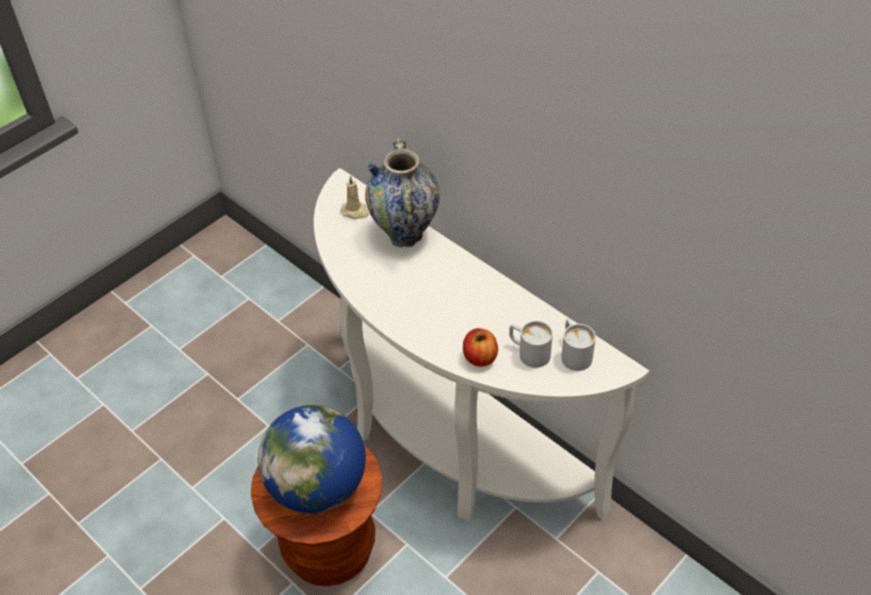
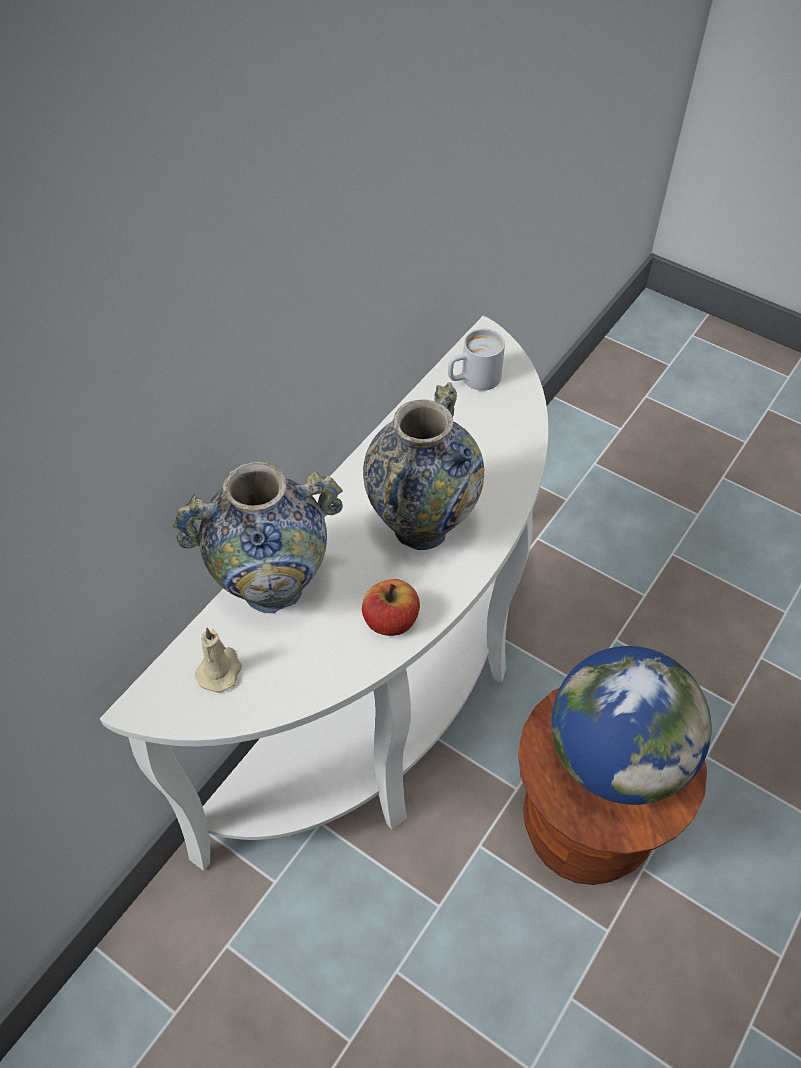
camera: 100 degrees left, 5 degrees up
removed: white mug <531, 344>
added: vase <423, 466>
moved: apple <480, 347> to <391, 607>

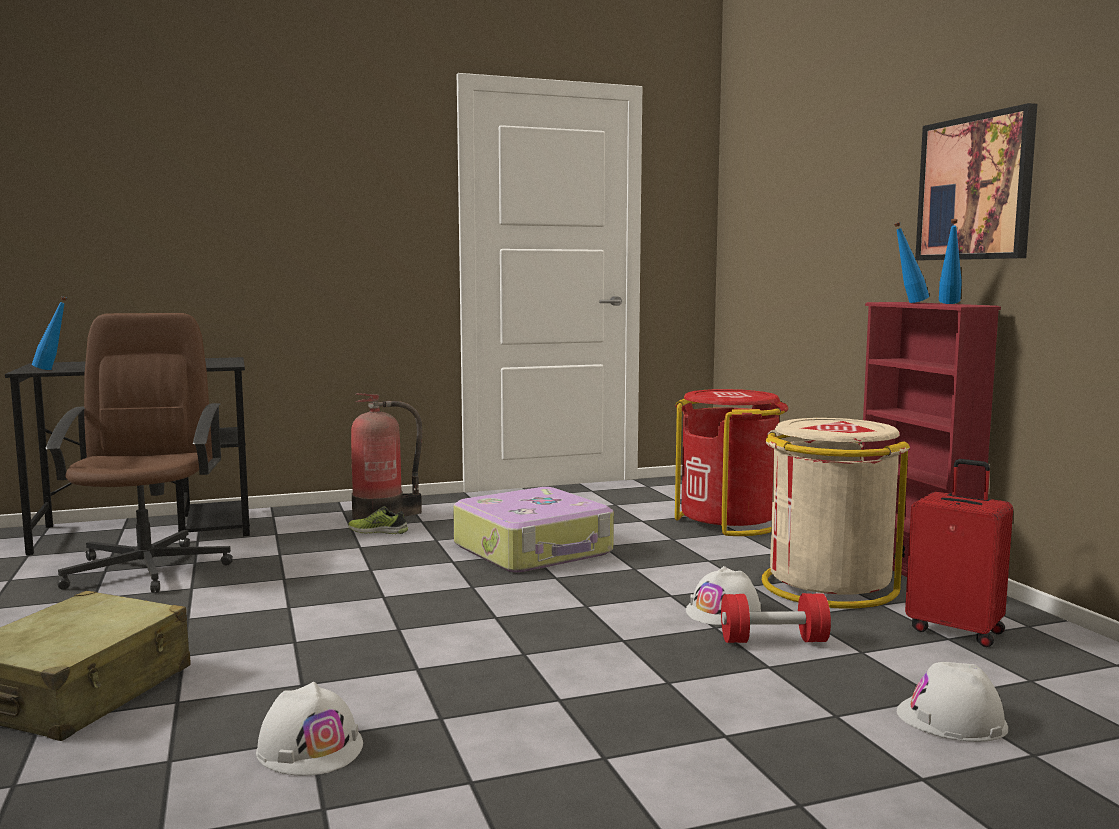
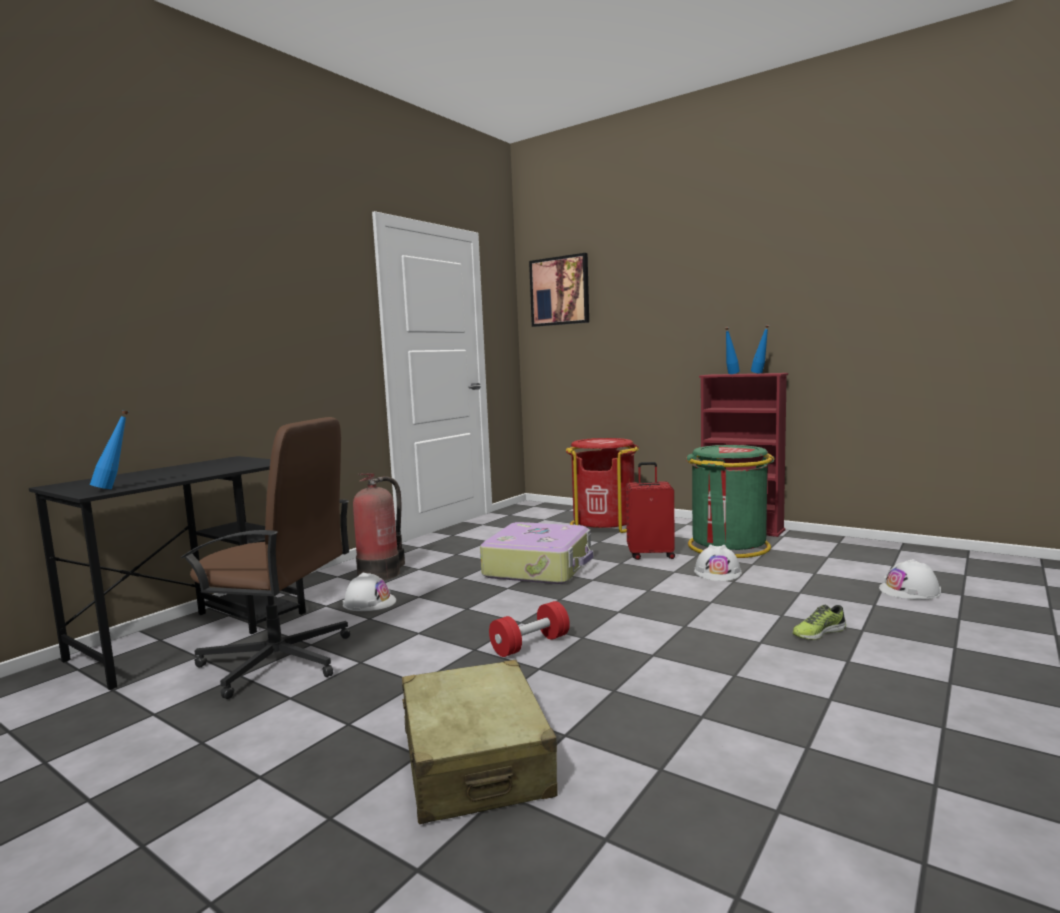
camera: 35 degrees left, 0 degrees up
moved: white hard hat <309, 729> to <369, 592>; red dumbbell <776, 618> to <529, 629>; picture <976, 181> to <559, 290>; red suitcase <959, 553> to <650, 511>; shoe <378, 520> to <819, 622>
recoloured: beige trash can <836, 513> to green trash can <730, 501>
turned: brown office chair <139, 453> = <265, 558> 150 degrees clockwise

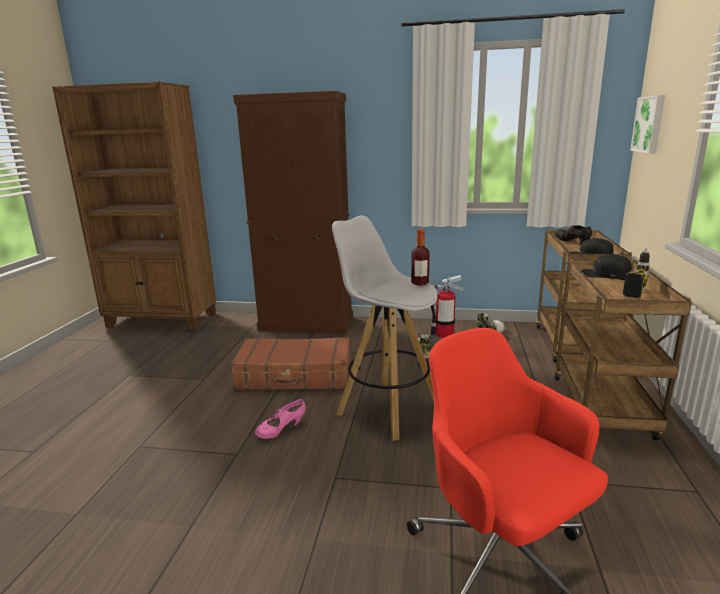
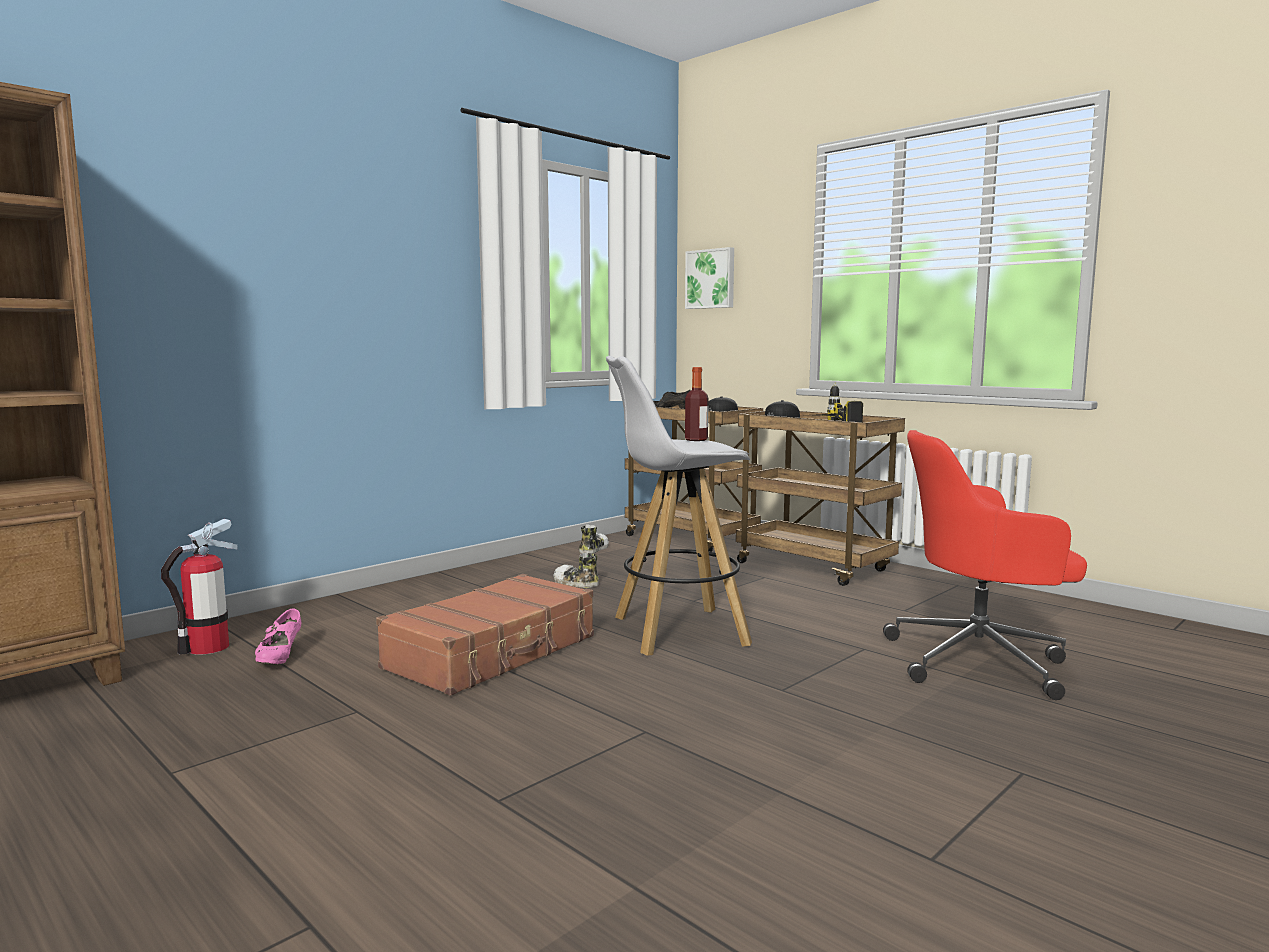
camera: 55 degrees left, 10 degrees down
removed: brown cabinet <293, 212>
moved: fire extinguisher <447, 306> to <199, 587>; pink shoe <280, 419> to <278, 636>

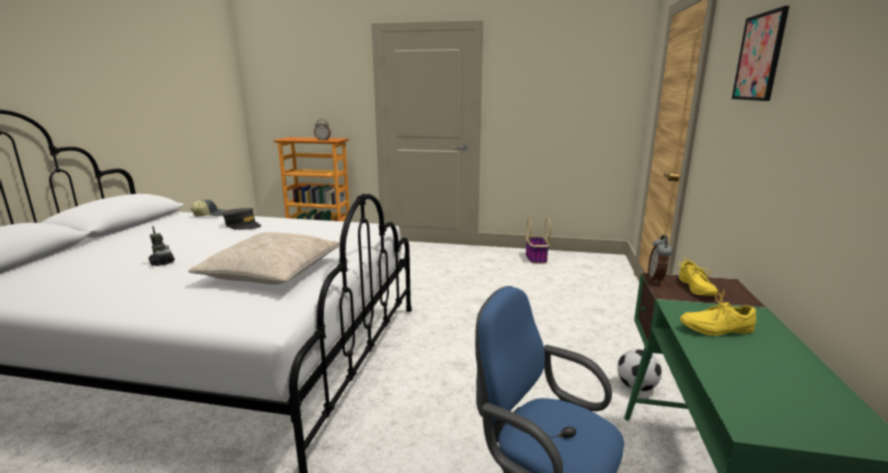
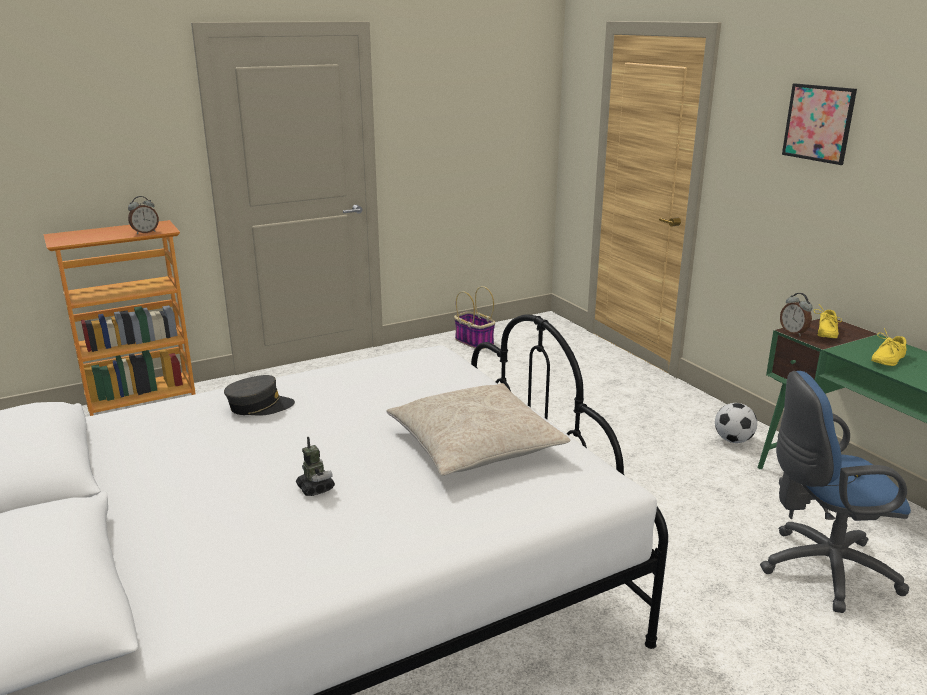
camera: 40 degrees left, 5 degrees up
removed: cap <208, 208>
turned: toy robot <161, 246> = <315, 466> 45 degrees clockwise; yellow shoe <698, 276> = <828, 322> 60 degrees clockwise

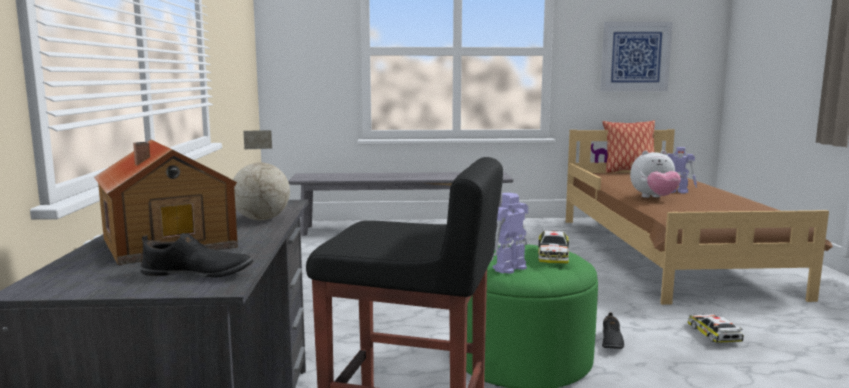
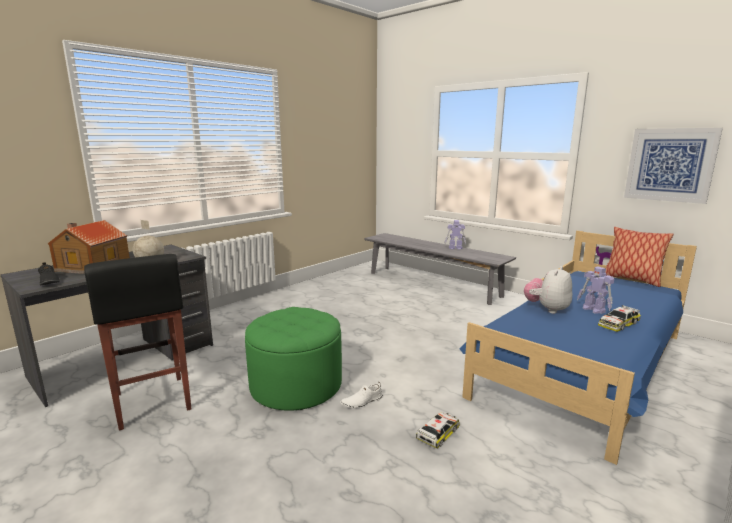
camera: 45 degrees right, 5 degrees up
moved: toy robot <509, 233> to <455, 234>; toy car <553, 246> to <619, 318>
recoloured: black shoe <613, 330> to white shoe <361, 395>; brown bed <699, 217> to blue bed <578, 348>
turned: plush toy <655, 174> = <548, 290> 90 degrees clockwise

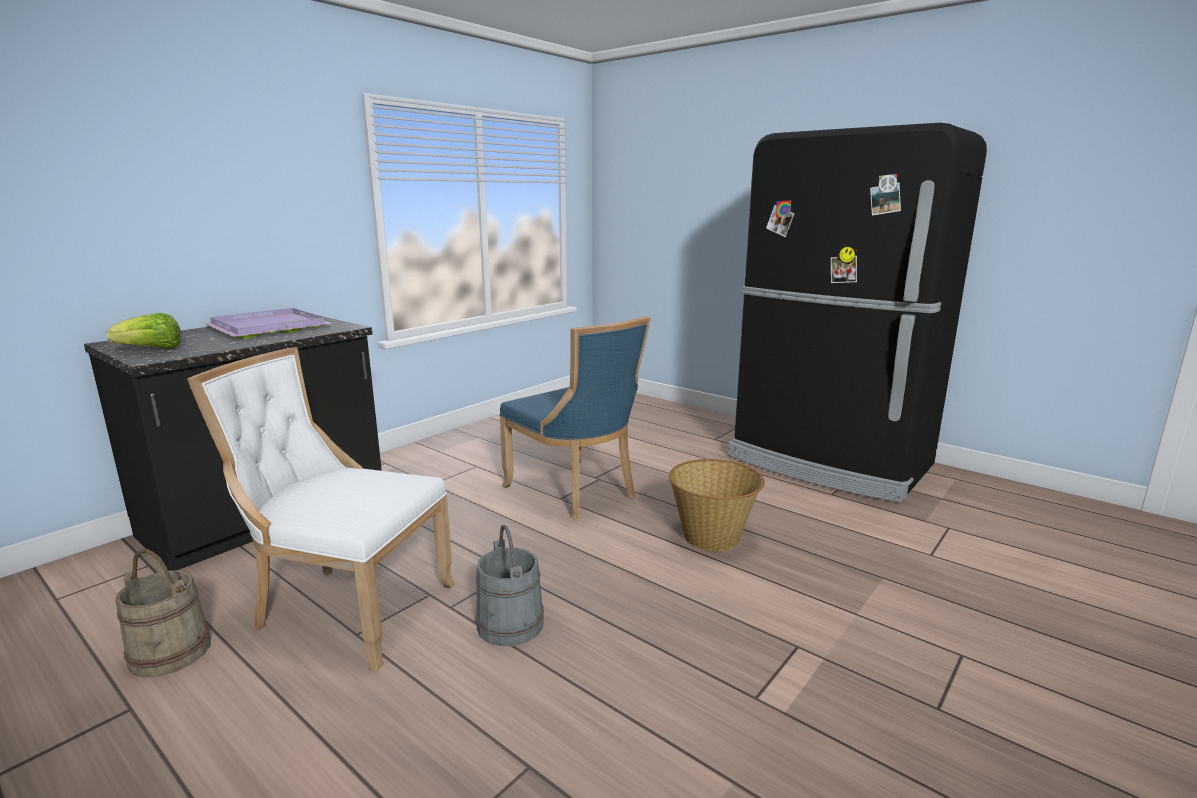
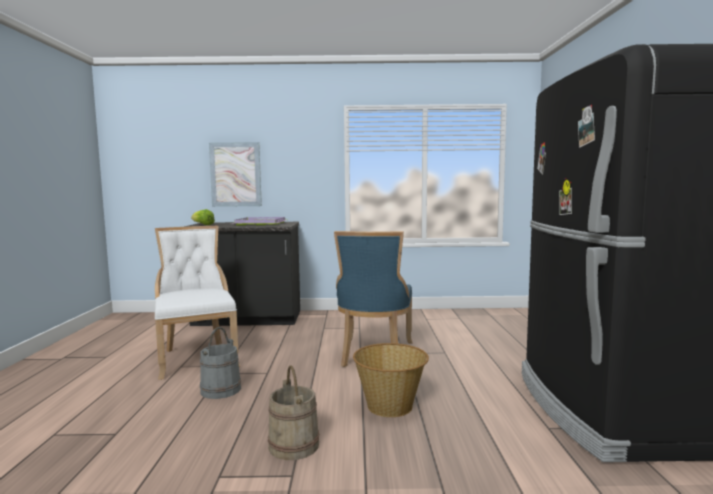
camera: 50 degrees right, 10 degrees down
added: picture <235, 174>
moved: beige bucket <163, 613> to <293, 412>

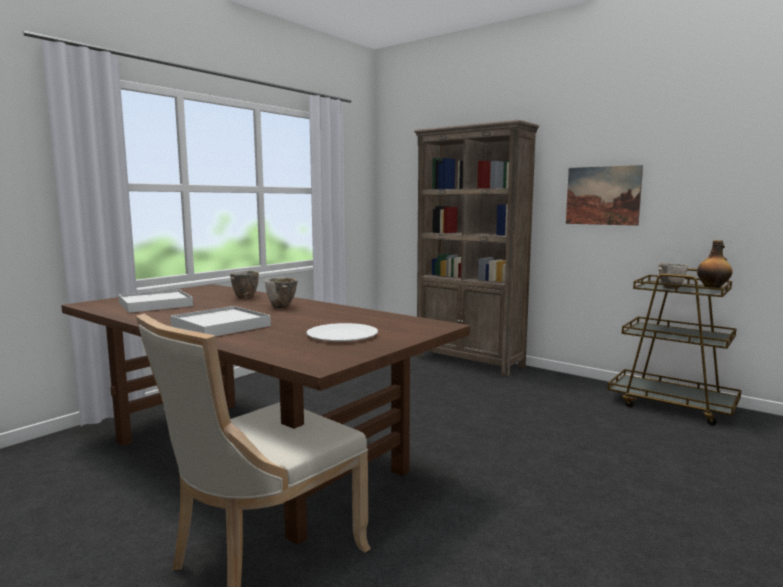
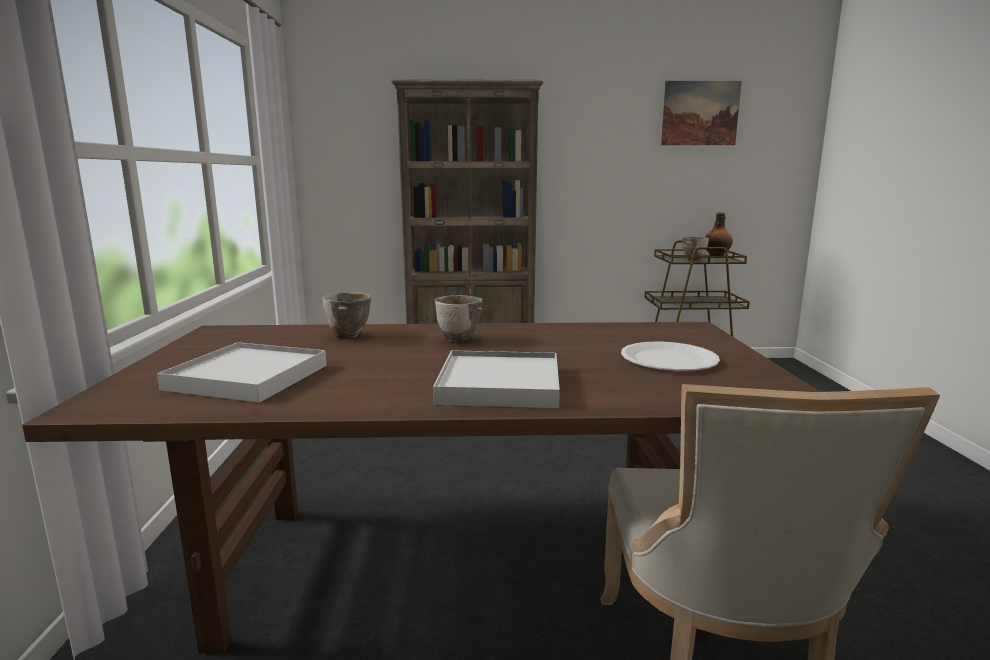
camera: 40 degrees left, 5 degrees up
moved: picture <604, 195> to <701, 113>

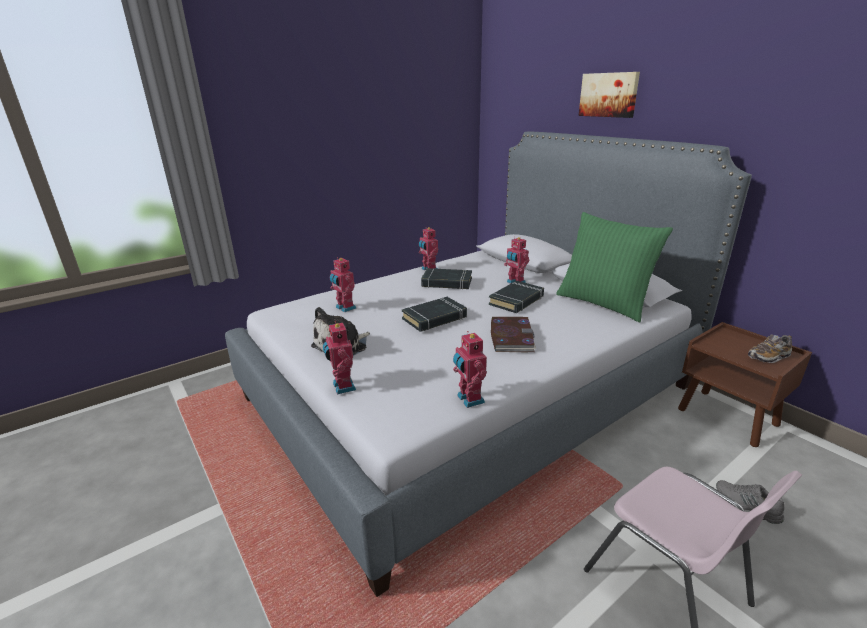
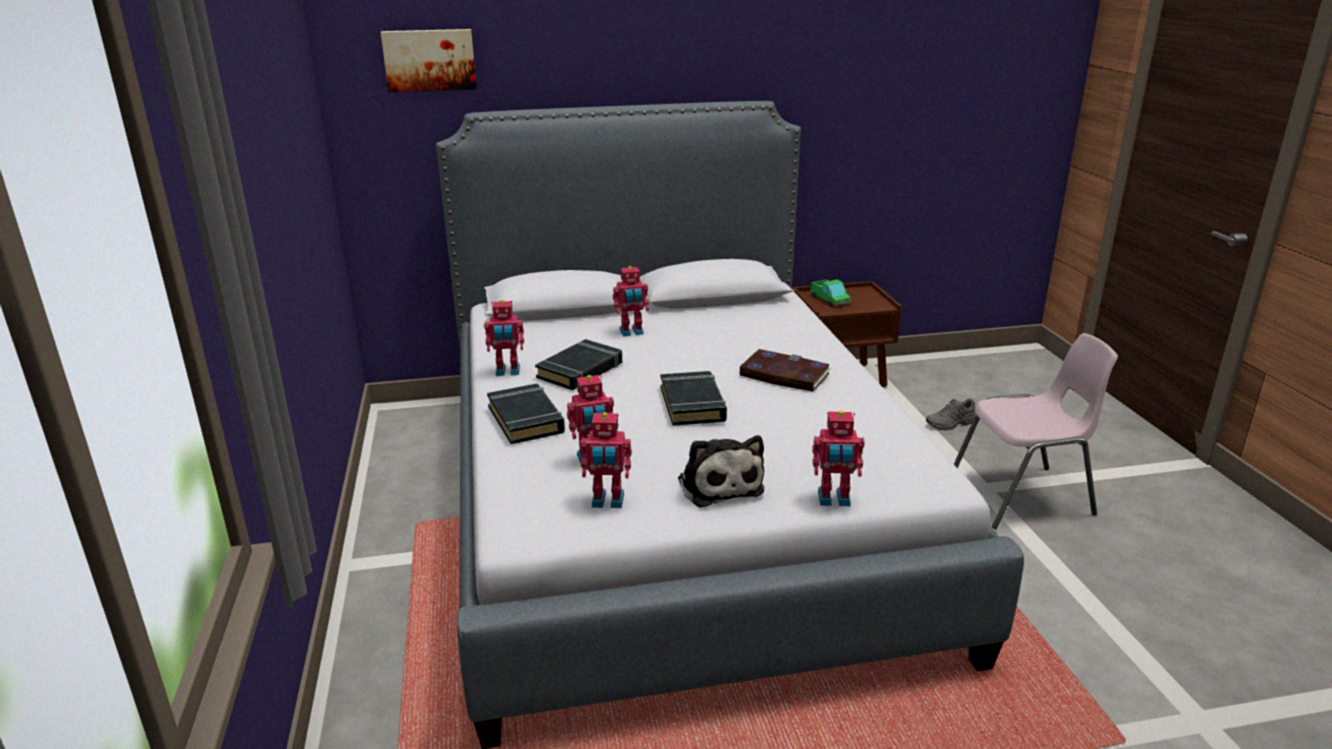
camera: 65 degrees left, 0 degrees up
removed: green pillow <614, 267>; shoe <769, 349>
added: toy truck <830, 293>
moved: picture <609, 95> to <428, 60>; black book <516, 297> to <526, 414>; toy robot <470, 369> to <606, 460>

